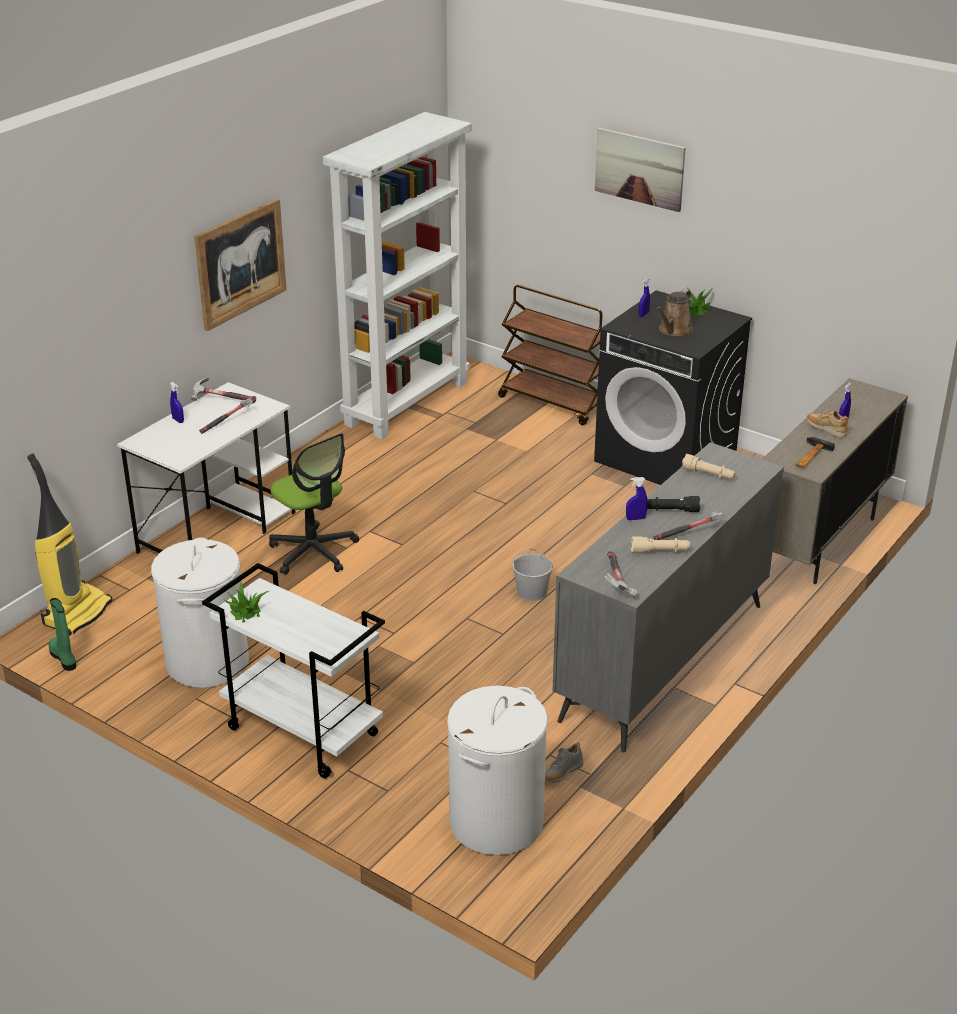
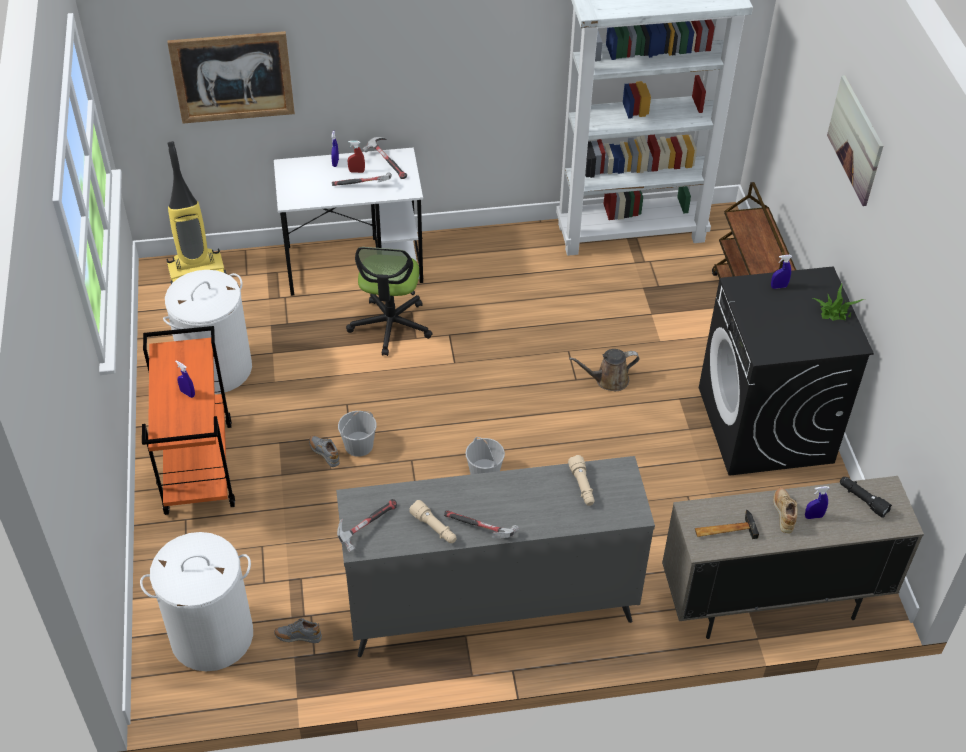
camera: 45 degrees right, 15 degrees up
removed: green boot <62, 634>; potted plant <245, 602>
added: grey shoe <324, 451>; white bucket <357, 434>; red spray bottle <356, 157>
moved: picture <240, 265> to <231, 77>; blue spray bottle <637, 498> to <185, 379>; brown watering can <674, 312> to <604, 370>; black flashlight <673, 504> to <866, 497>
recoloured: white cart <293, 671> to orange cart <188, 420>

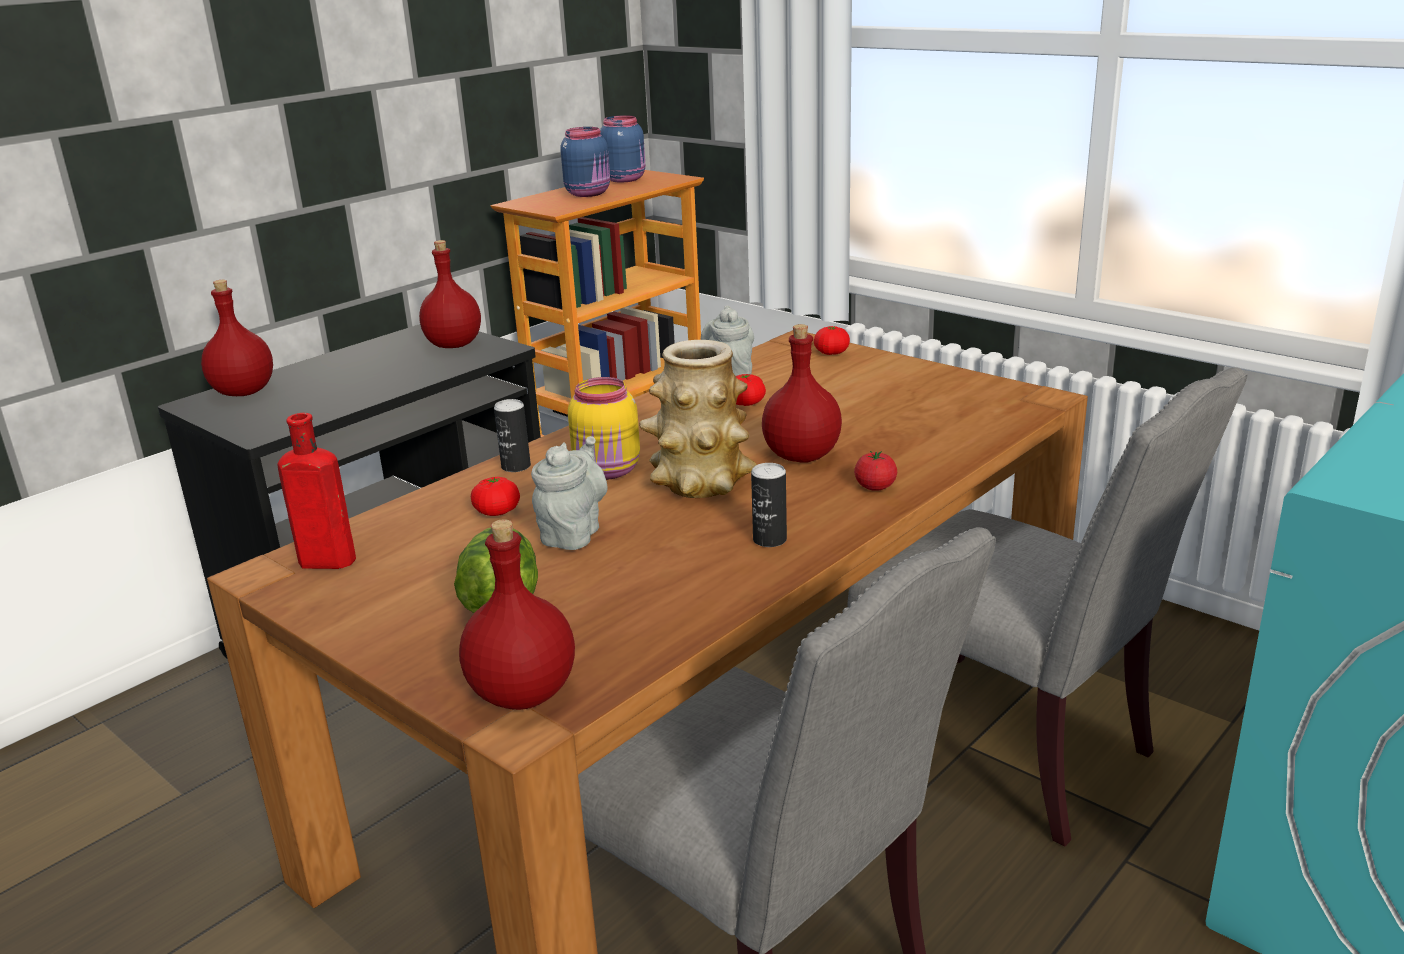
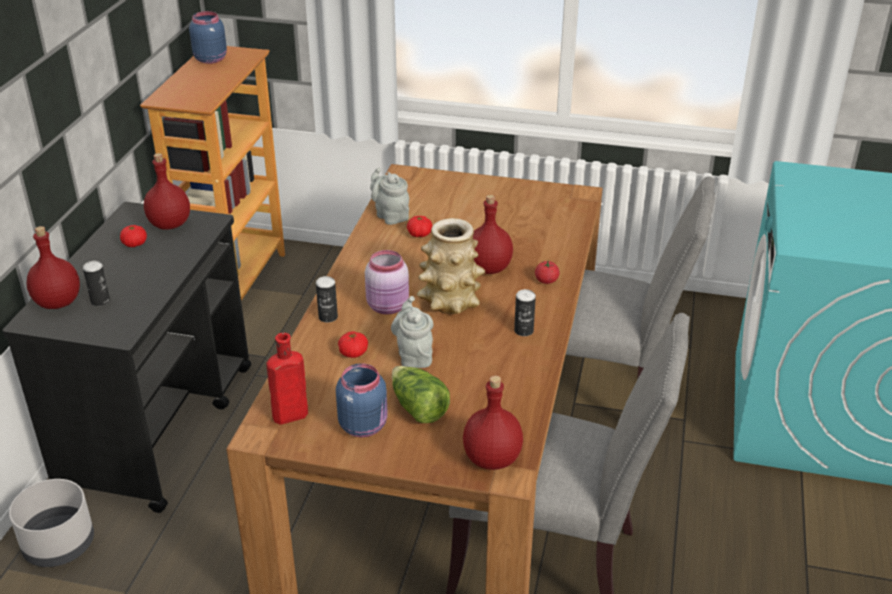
camera: 30 degrees left, 10 degrees up
added: grey planter <51, 523>; can <96, 283>
moved: tomato <832, 340> to <133, 236>; blue jar <585, 162> to <362, 400>
recoloured: yellow jar <604, 428> to pink jar <387, 282>

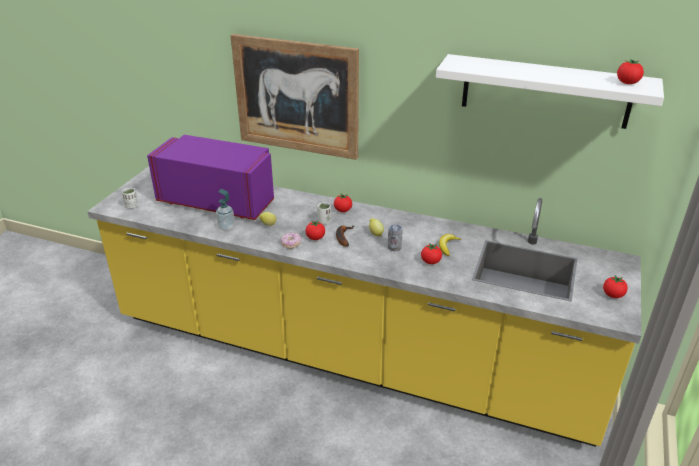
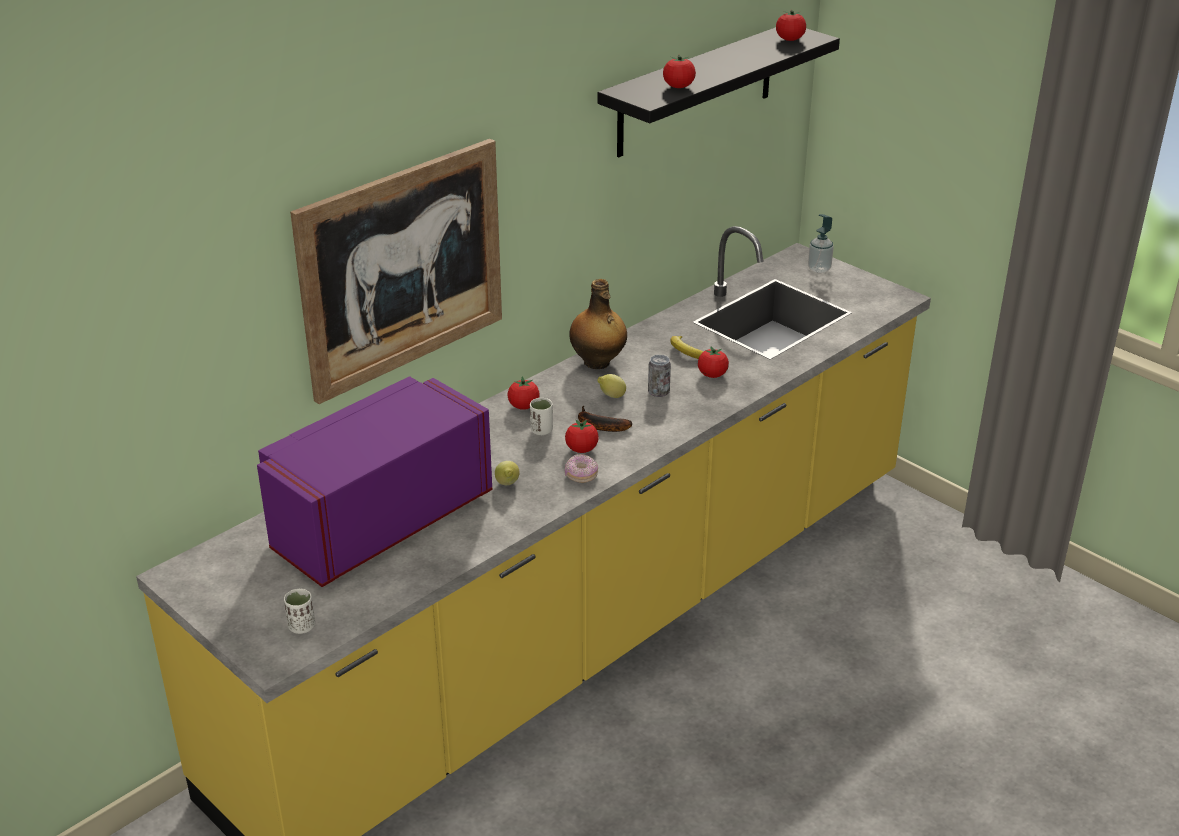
camera: 65 degrees left, 0 degrees up
added: bottle <598, 324>
moved: tomato <615, 286> to <679, 71>; soap dispenser <225, 210> to <821, 243>
recoloured: white shelf <550, 91> to black shelf <718, 92>

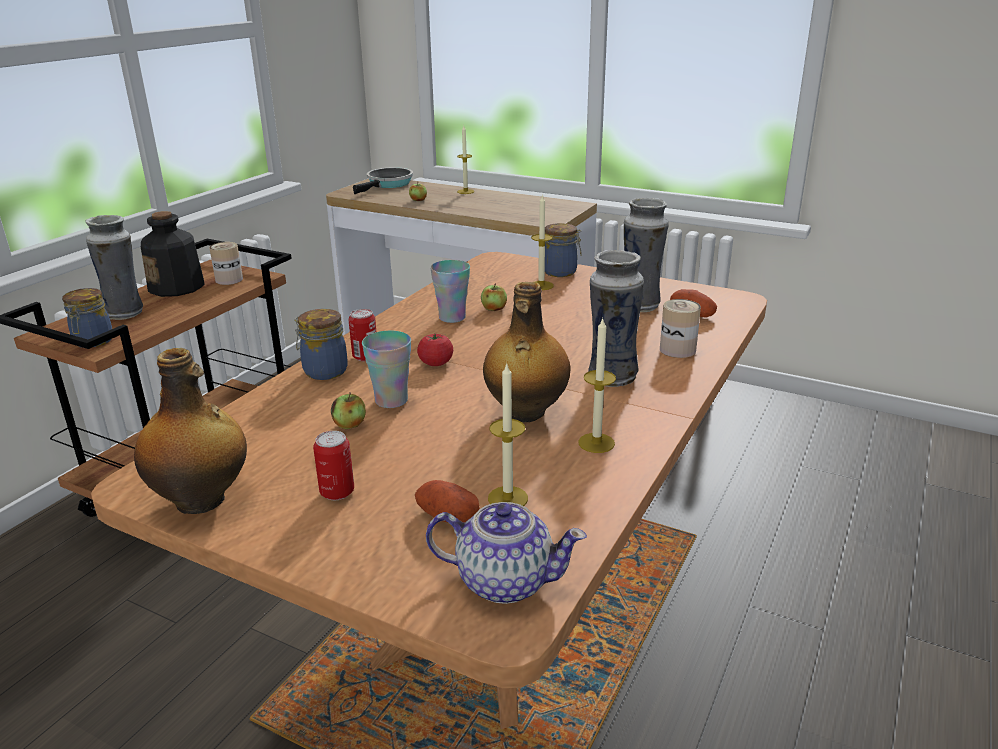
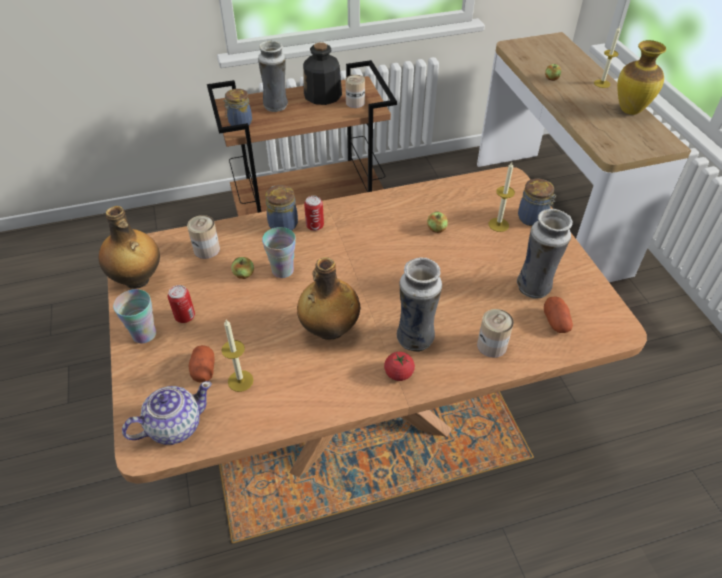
camera: 45 degrees right, 20 degrees up
removed: frying pan <383, 180>; candle <597, 385>
added: can <203, 237>; vase <641, 77>
moved: cup <450, 291> to <134, 316>; tomato <435, 349> to <399, 366>
turned: teapot <506, 553> = <167, 413> 90 degrees counterclockwise

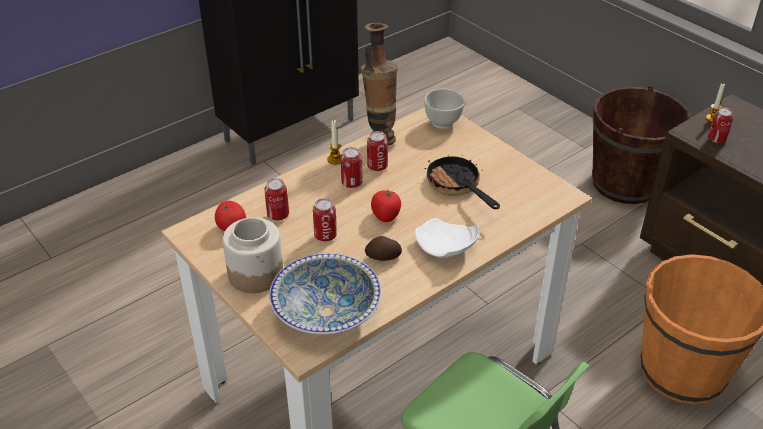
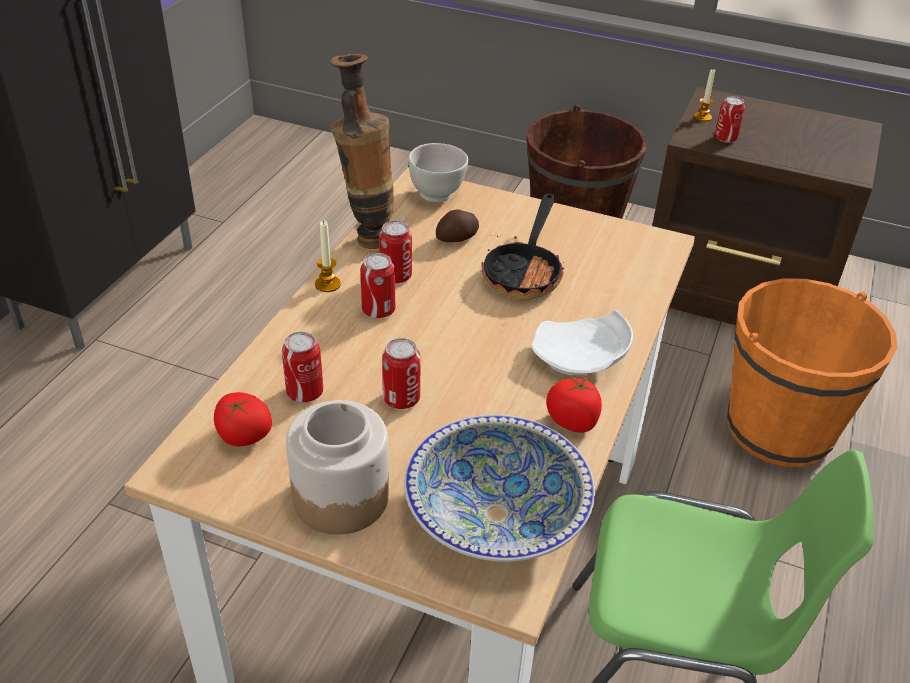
camera: 30 degrees left, 0 degrees up
moved: potato <383, 248> to <457, 226>; tomato <386, 206> to <574, 404>
turned: frying pan <462, 182> = <522, 247> 105 degrees counterclockwise

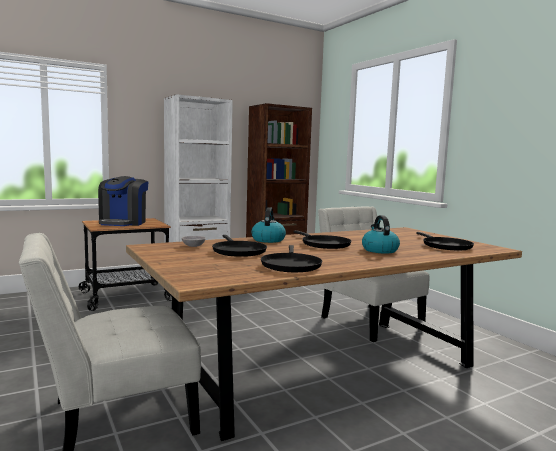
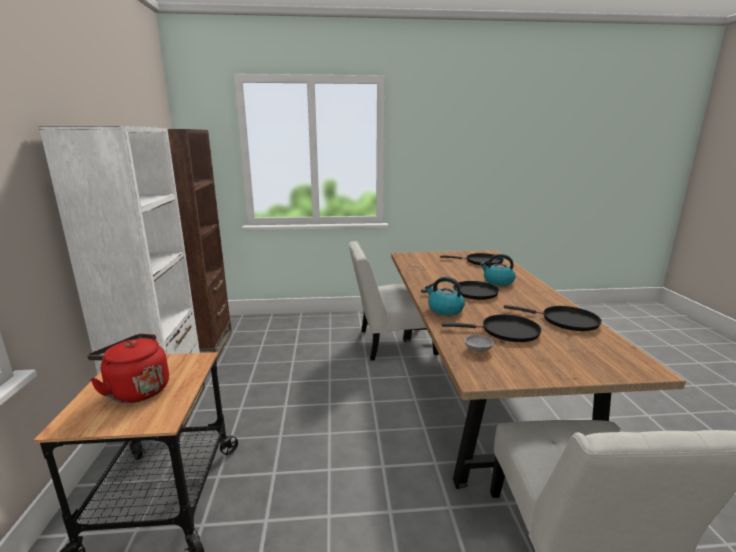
camera: 65 degrees left, 10 degrees up
replaced: coffee machine <123, 201> to red kettle <128, 368>

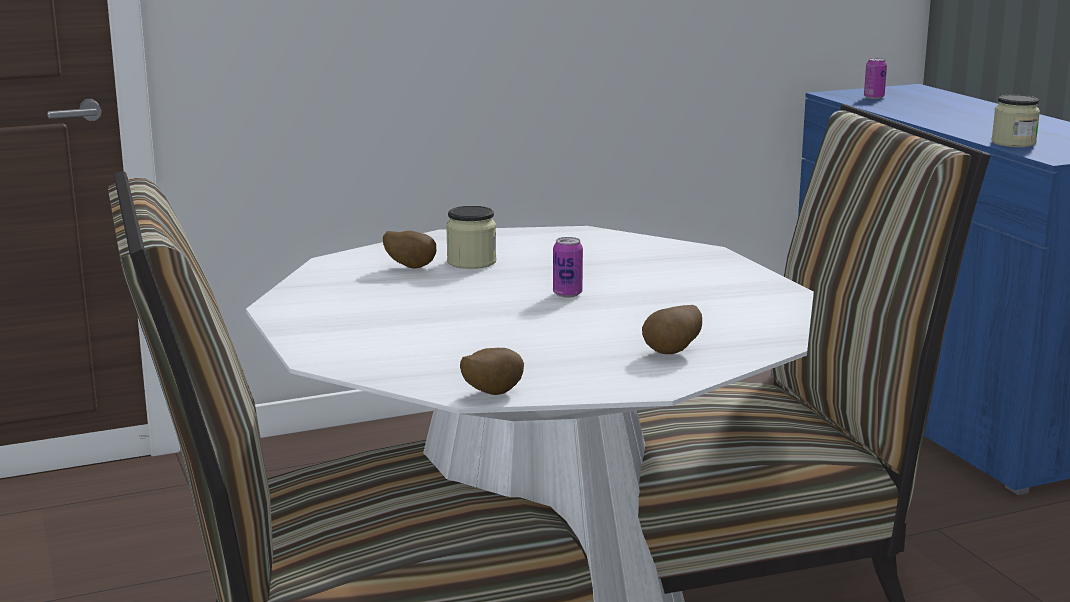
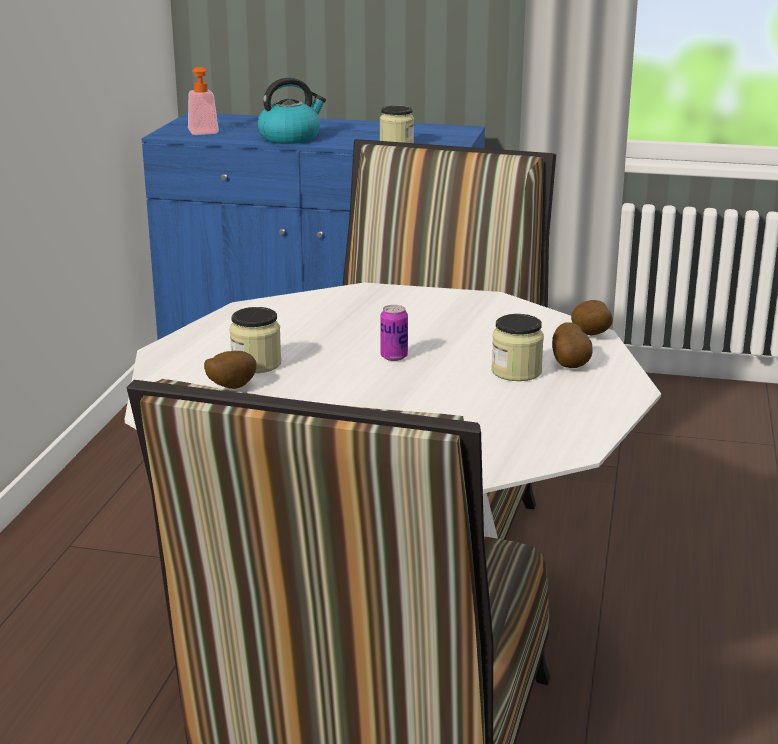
camera: 55 degrees left, 5 degrees up
added: kettle <291, 111>; jar <517, 347>
moved: potato <492, 371> to <592, 318>
replaced: can <875, 78> to soap dispenser <203, 101>

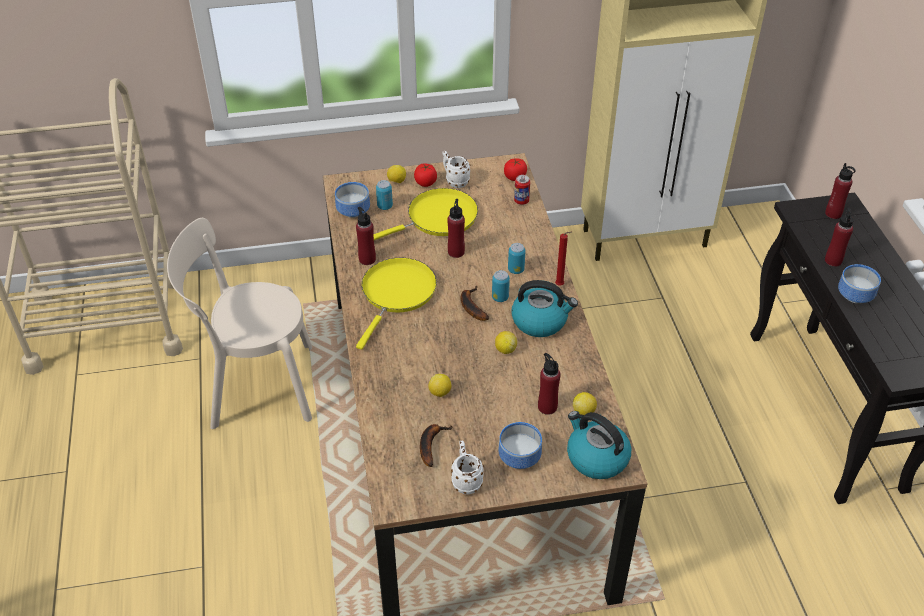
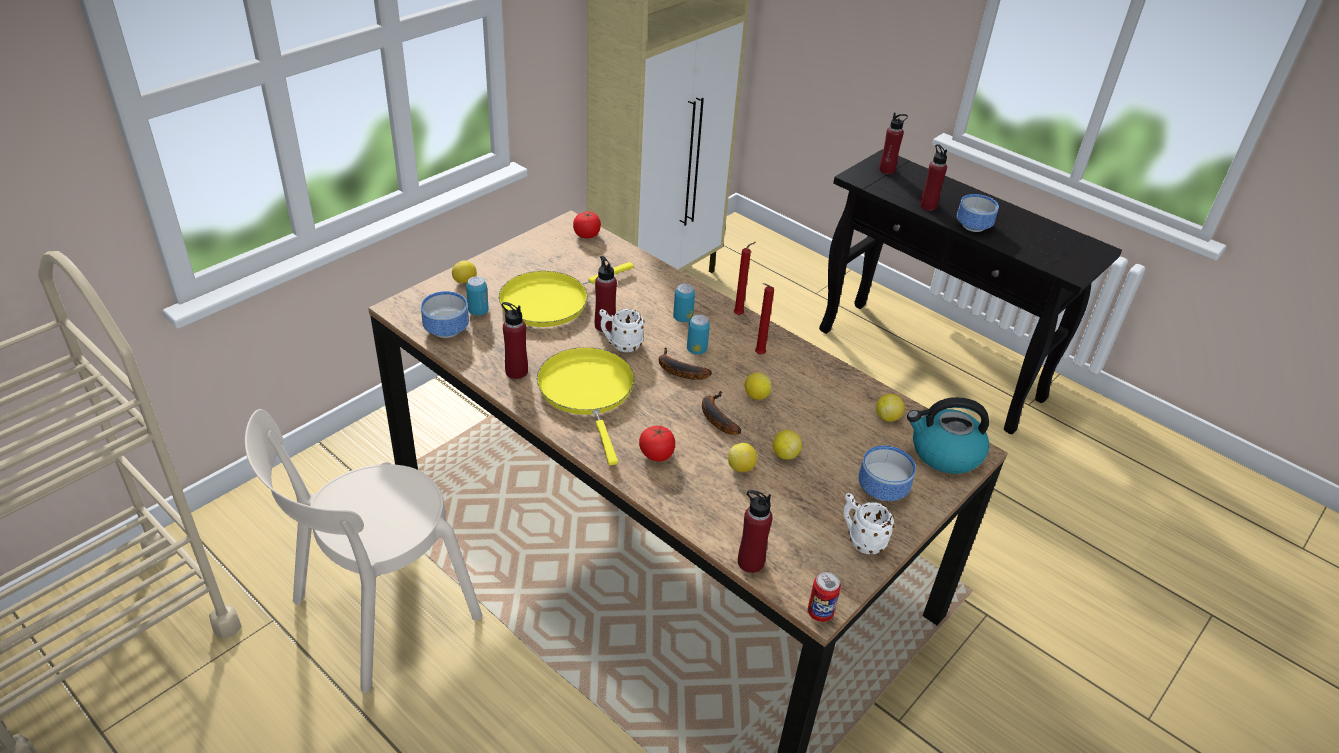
camera: 40 degrees left, 5 degrees down
added: lemon <787, 445>
moved: white mug <456, 169> to <622, 330>; tomato <425, 175> to <657, 444>; banana <436, 445> to <722, 413>; red bottle <549, 384> to <755, 531>; can <522, 190> to <824, 597>
replaced: kettle <545, 308> to red candle <764, 319>
turned: yellow frying pan <426, 214> = <566, 294> 150 degrees counterclockwise

